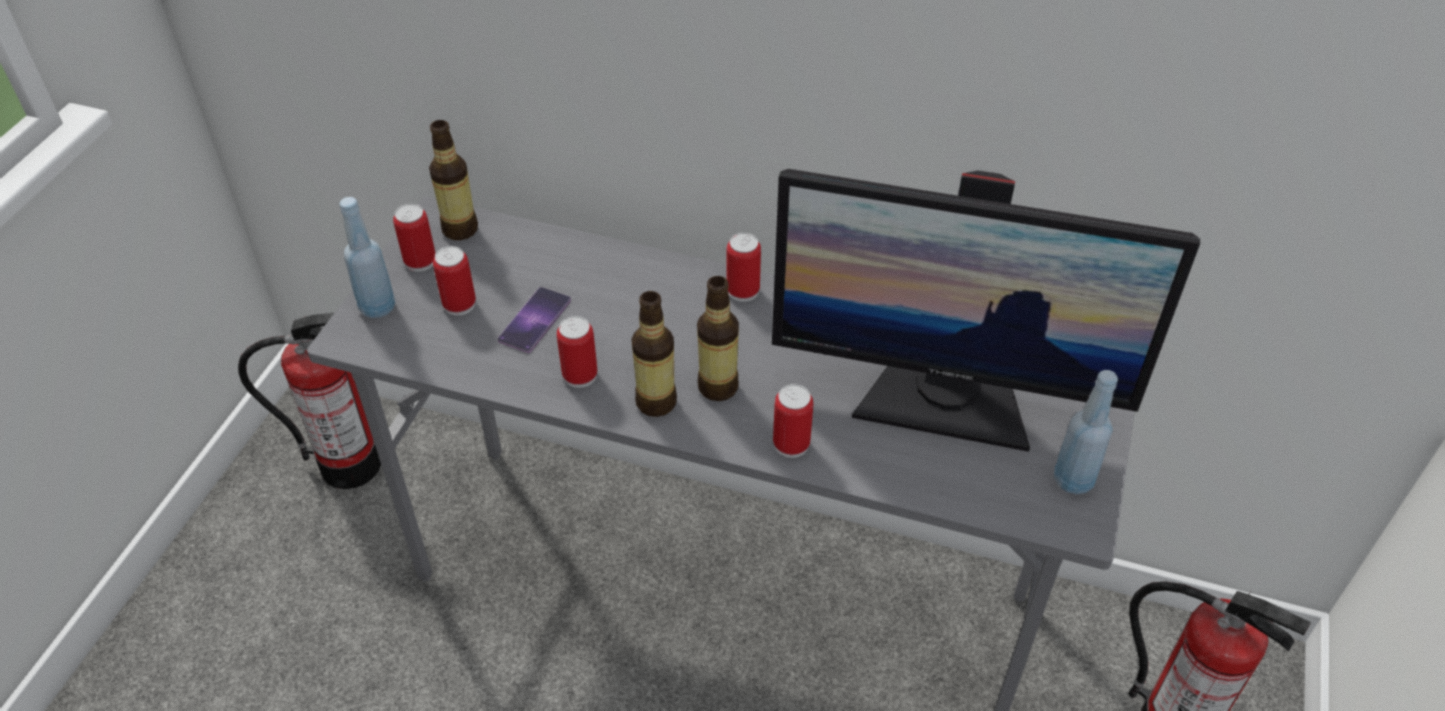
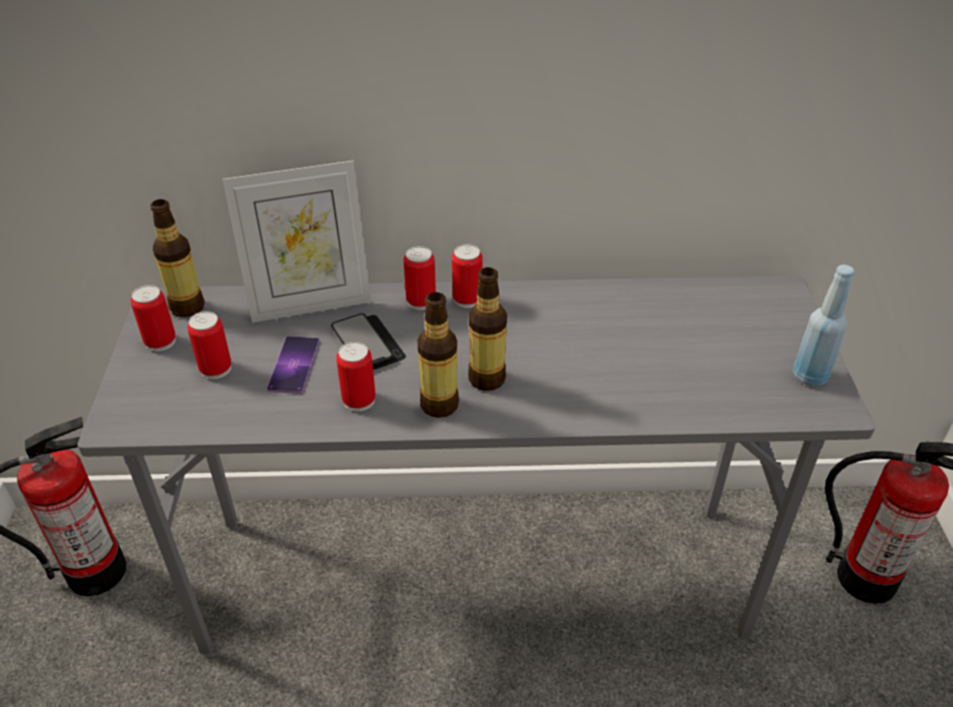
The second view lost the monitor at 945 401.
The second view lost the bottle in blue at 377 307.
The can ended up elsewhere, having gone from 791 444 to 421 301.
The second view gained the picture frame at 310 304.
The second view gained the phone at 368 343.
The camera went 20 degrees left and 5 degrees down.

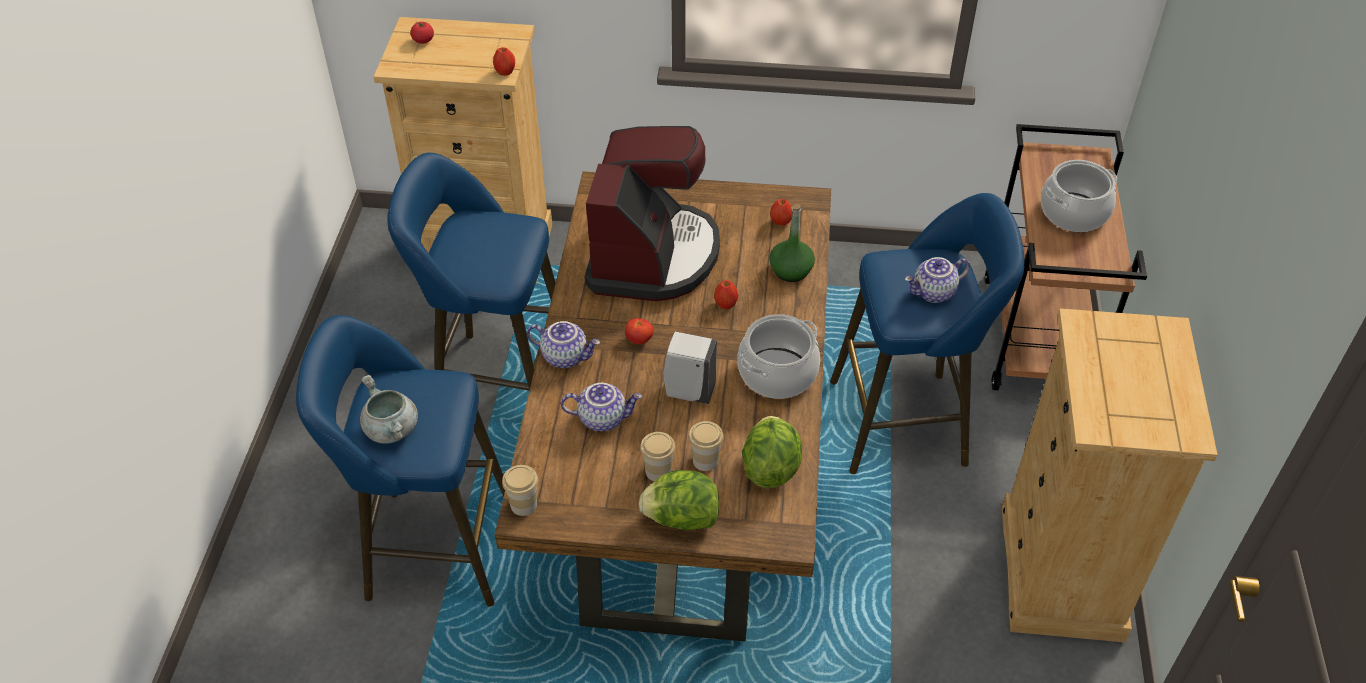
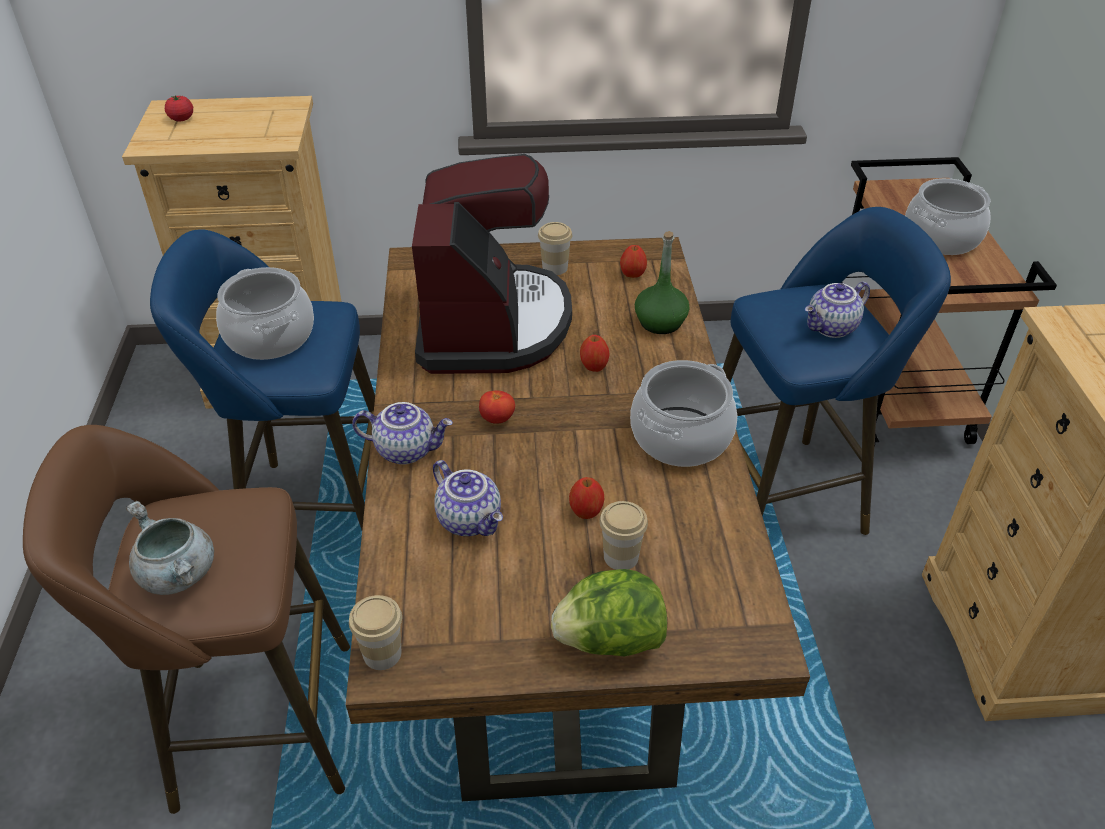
The apple ended up elsewhere, having gone from 505 72 to 586 511.
What was the stool in blue at 430 547 turned into the stool in brown at 251 725.
The second view lost the soap dispenser in white at 688 391.
The teapot at 603 418 ended up facing another way, 60 degrees clockwise from before.
The second view lost the lettuce at 770 467.
The cup ended up elsewhere, having gone from 658 471 to 555 268.
The second view gained the cooking pot at 271 336.
The camera went 10 degrees left and 5 degrees down.

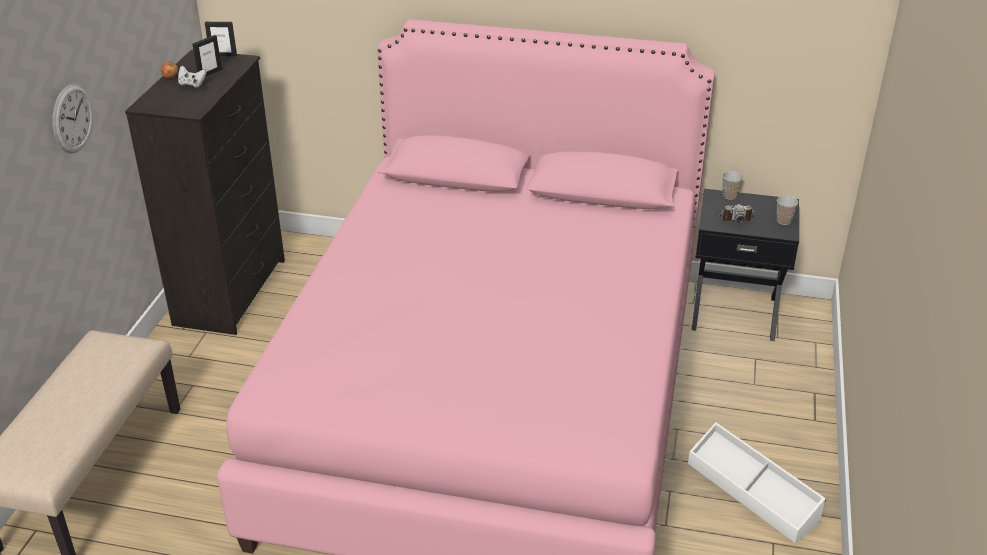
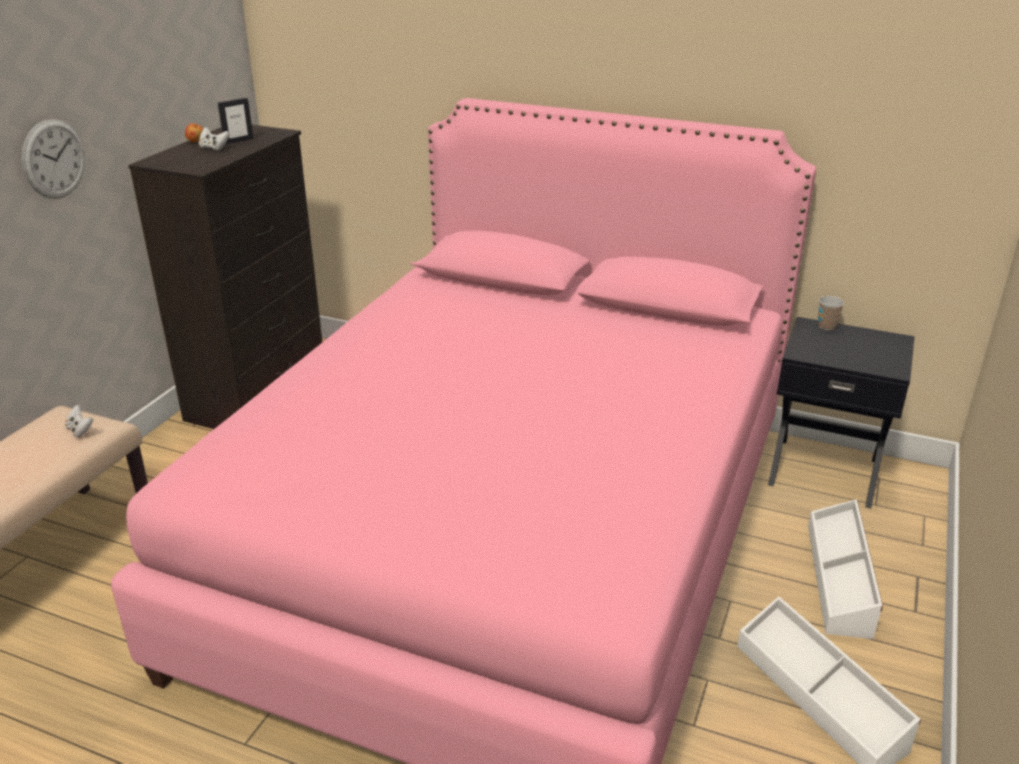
The second view lost the picture frame at 223 55.
The second view lost the cup at 783 221.
The second view lost the photo camera at 734 217.
The second view gained the game controller in white at 80 430.
The second view gained the storage box in white at 840 578.
The camera went 10 degrees right and 5 degrees down.

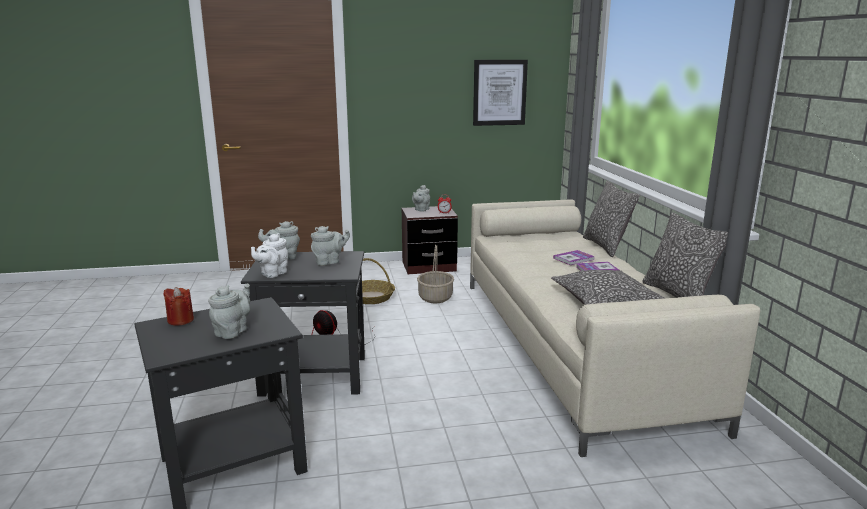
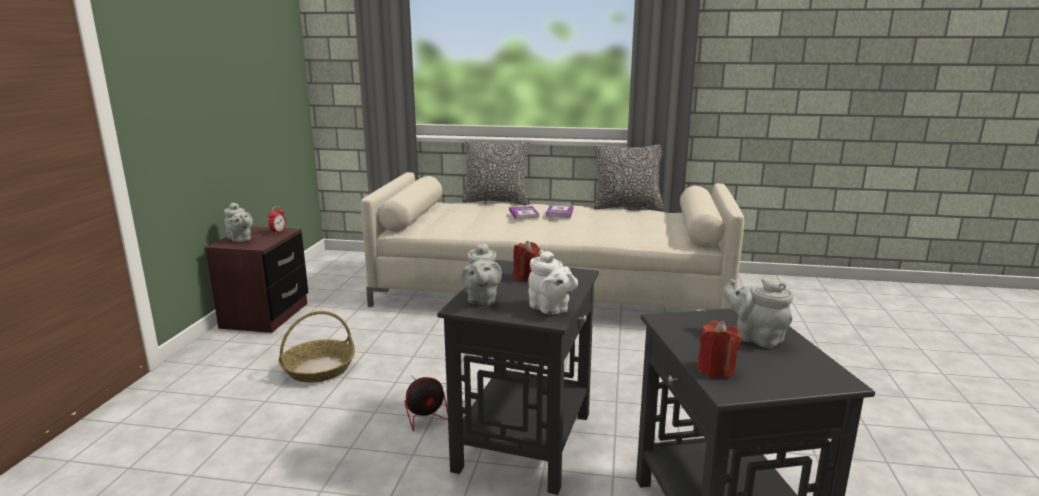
The second view lost the picture at 499 92.
Where the teapot in grey stood at 329 262, the candle in red came to stand at 526 277.
The second view lost the basket at 435 297.
The second view lost the pillow at 605 301.
The camera went 70 degrees left and 0 degrees up.

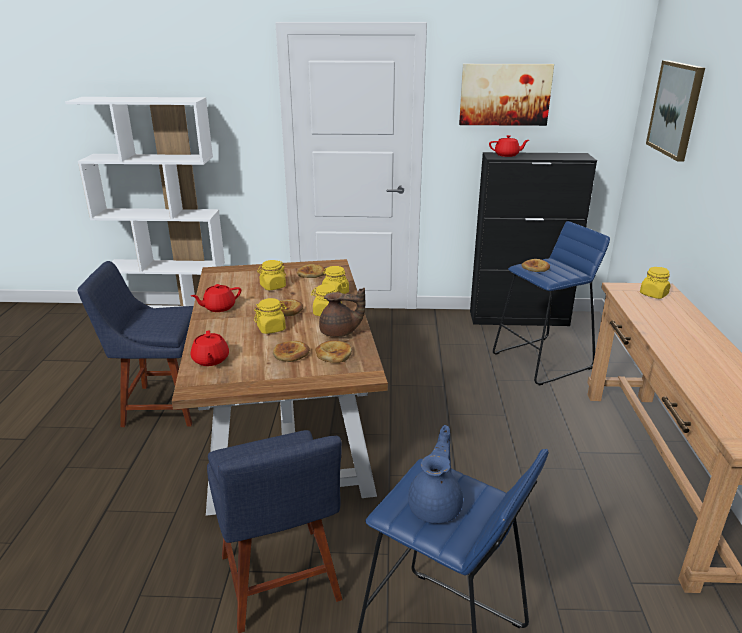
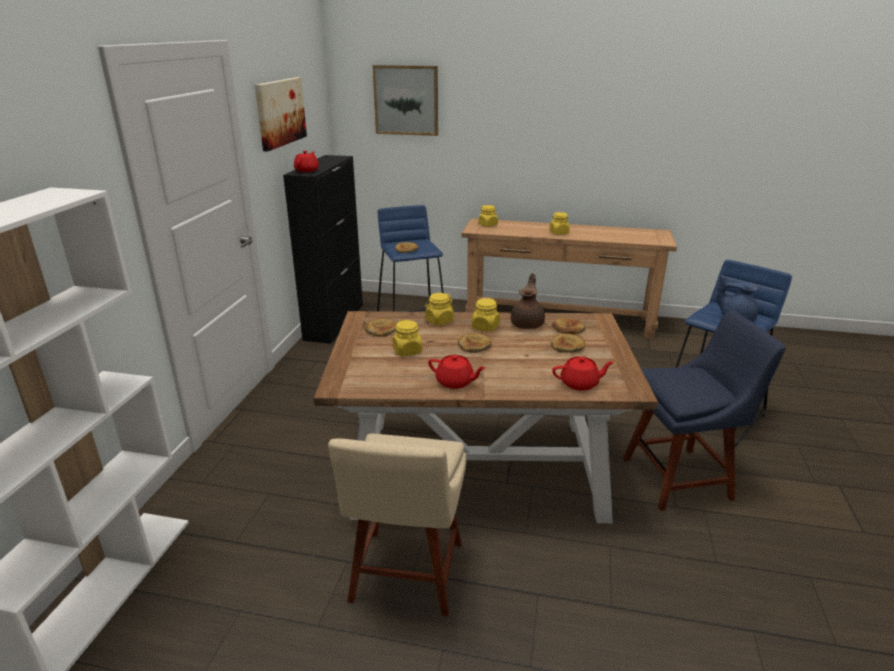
What was the chair in blue at 161 405 turned into the chair in beige at 406 576.
The teapot in red at 218 307 ended up facing another way, 45 degrees counterclockwise from before.
The jar in yellow ended up elsewhere, having gone from 271 328 to 558 232.
The camera went 80 degrees left and 0 degrees up.

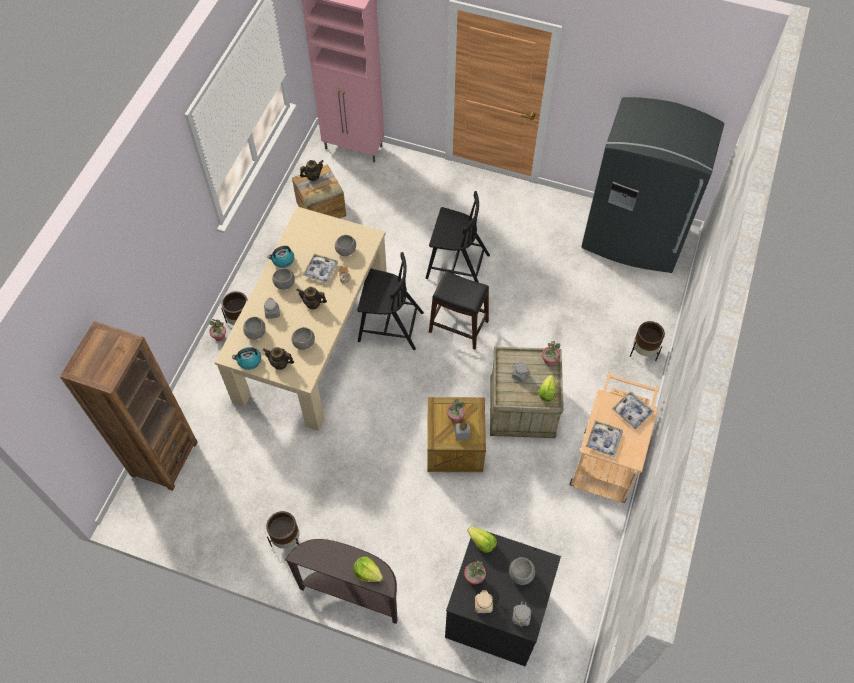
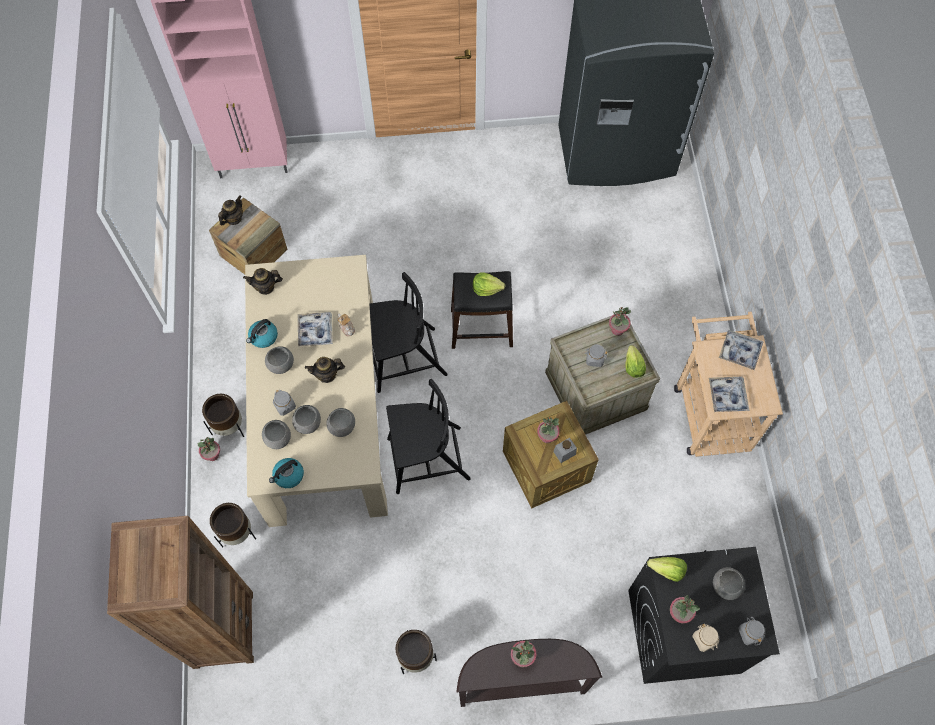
The chair in black ended up elsewhere, having gone from 456 266 to 426 459.
The bowl in grey ended up elsewhere, having gone from 346 251 to 308 424.
The planter in brown ended up elsewhere, having gone from 643 352 to 237 533.
The teapot ended up elsewhere, having gone from 280 363 to 266 287.
The lettuce ended up elsewhere, having gone from 367 572 to 486 288.
The second view gained the potted plant at 522 657.
The camera went 25 degrees left and 5 degrees up.

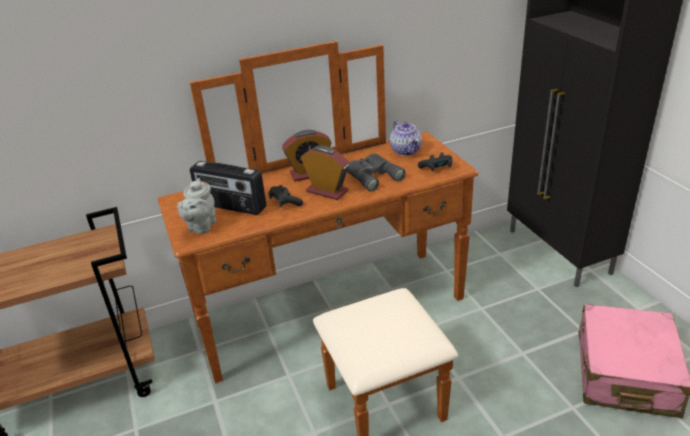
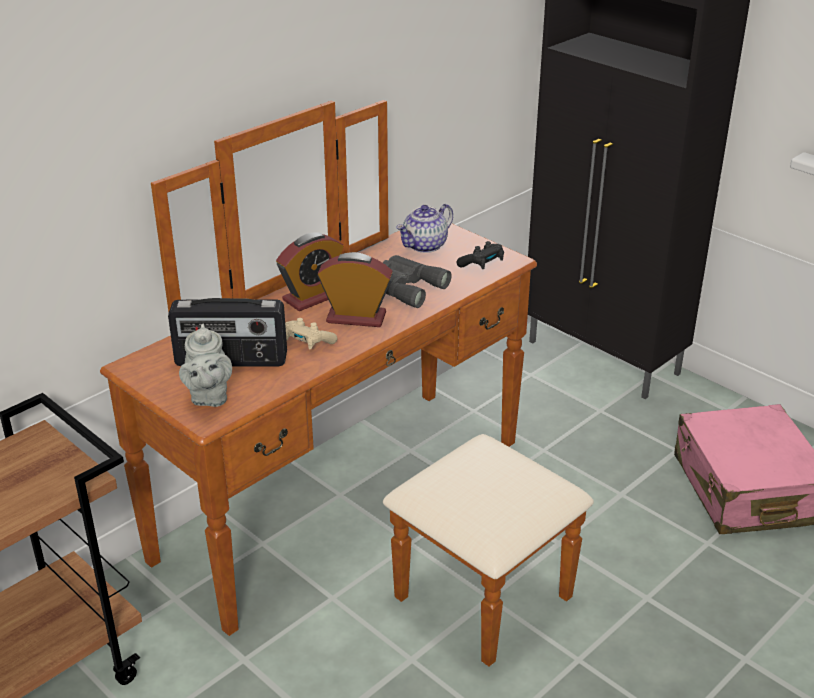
The teapot at 406 151 ended up facing another way, 90 degrees clockwise from before.
What was the game controller in black at 285 202 turned into the game controller in beige at 307 342.
The camera went 25 degrees left and 0 degrees up.

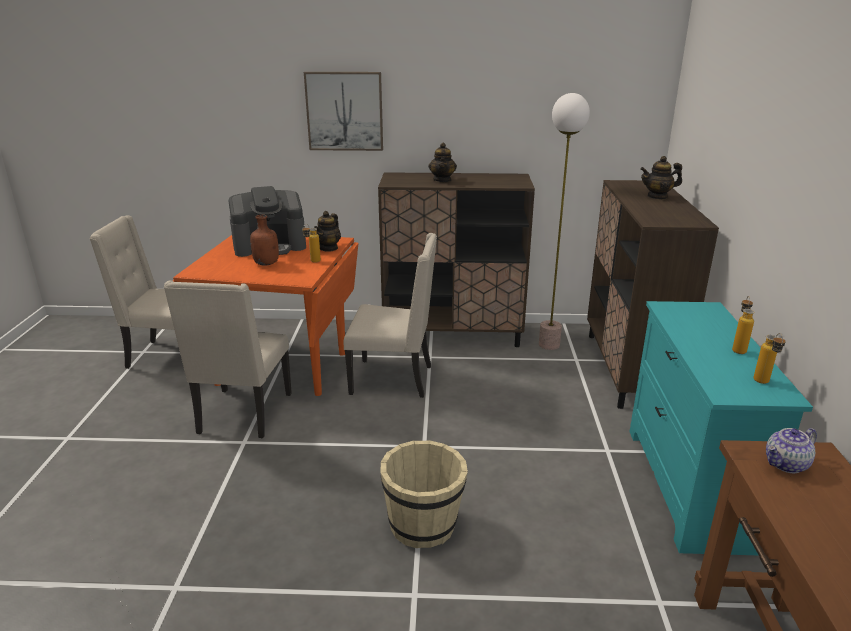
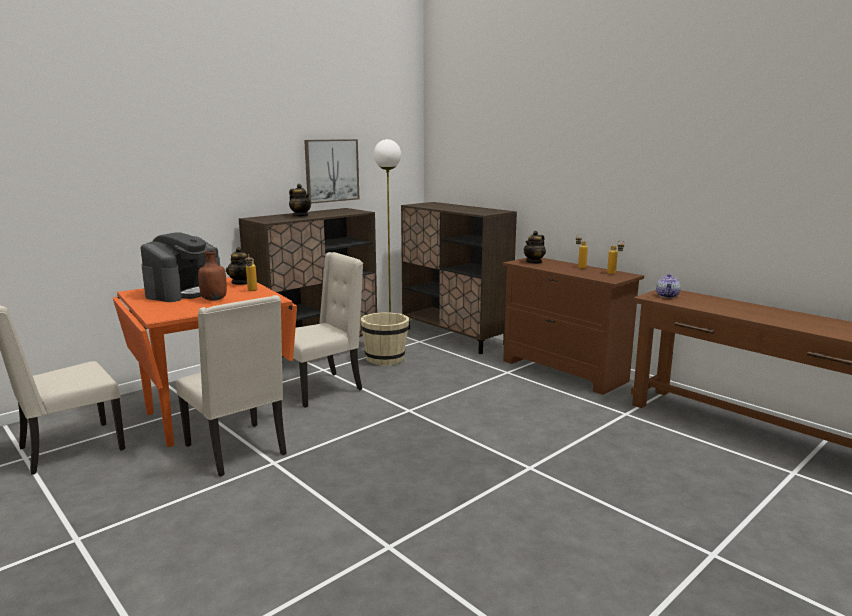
The picture ended up elsewhere, having gone from 344 111 to 331 170.
The teapot ended up elsewhere, having gone from 657 196 to 534 262.
What was the dresser in turquoise at 686 486 turned into the dresser in brown at 564 371.
The bucket in beige ended up elsewhere, having gone from 423 525 to 385 359.
The camera went 45 degrees left and 10 degrees down.

